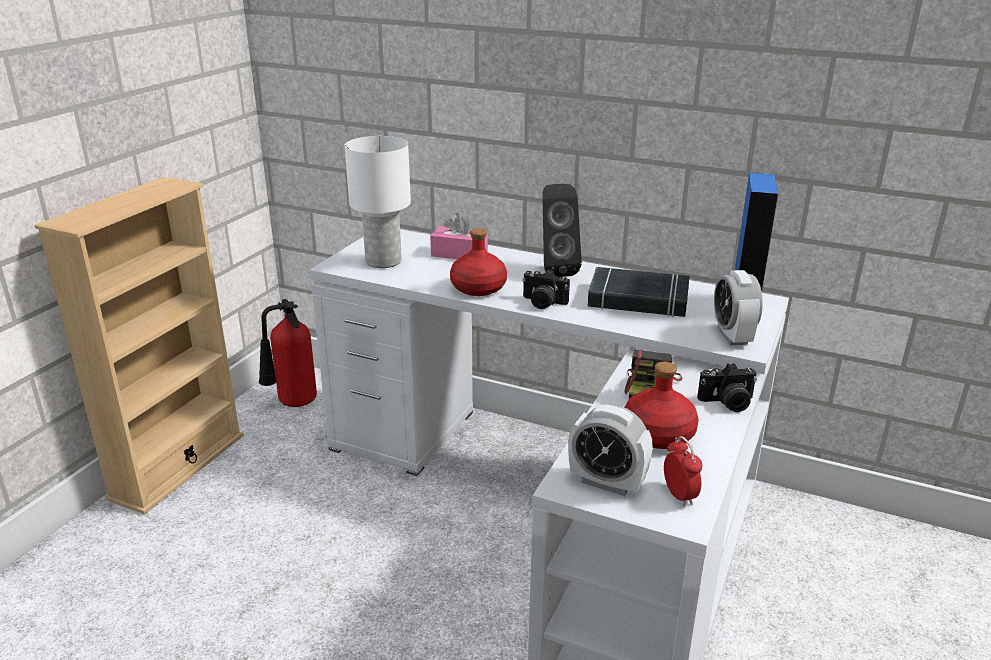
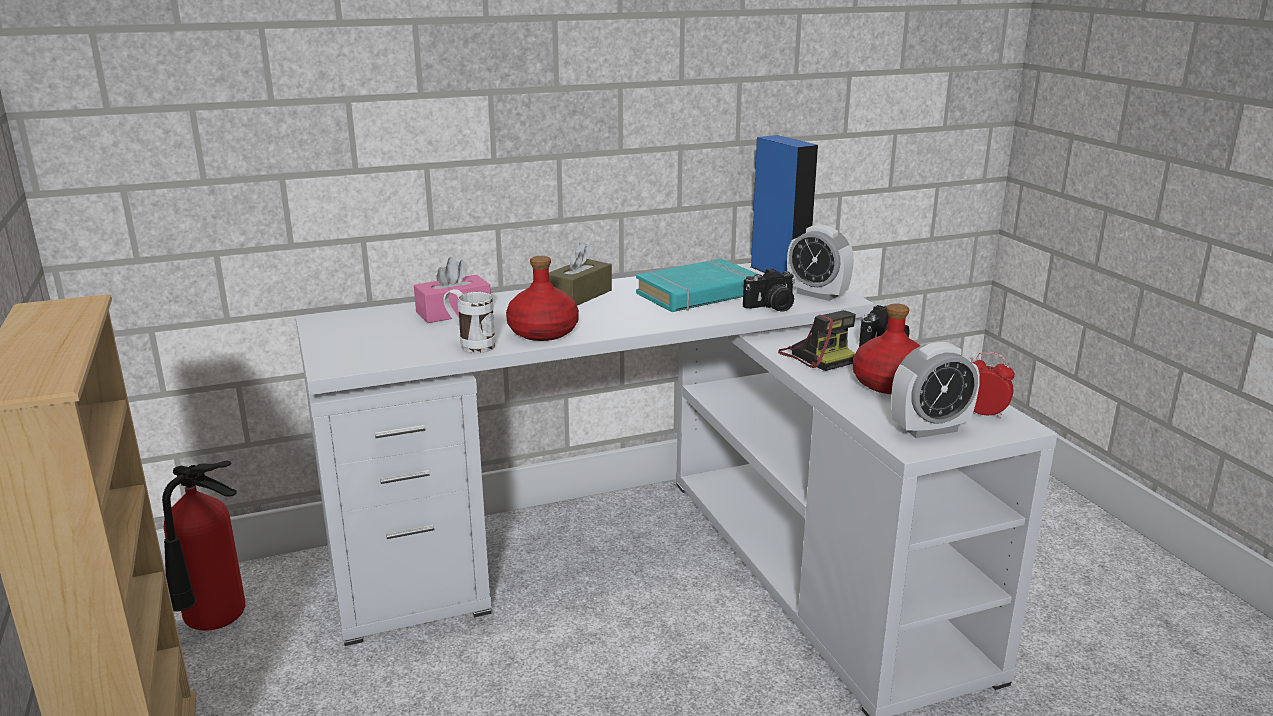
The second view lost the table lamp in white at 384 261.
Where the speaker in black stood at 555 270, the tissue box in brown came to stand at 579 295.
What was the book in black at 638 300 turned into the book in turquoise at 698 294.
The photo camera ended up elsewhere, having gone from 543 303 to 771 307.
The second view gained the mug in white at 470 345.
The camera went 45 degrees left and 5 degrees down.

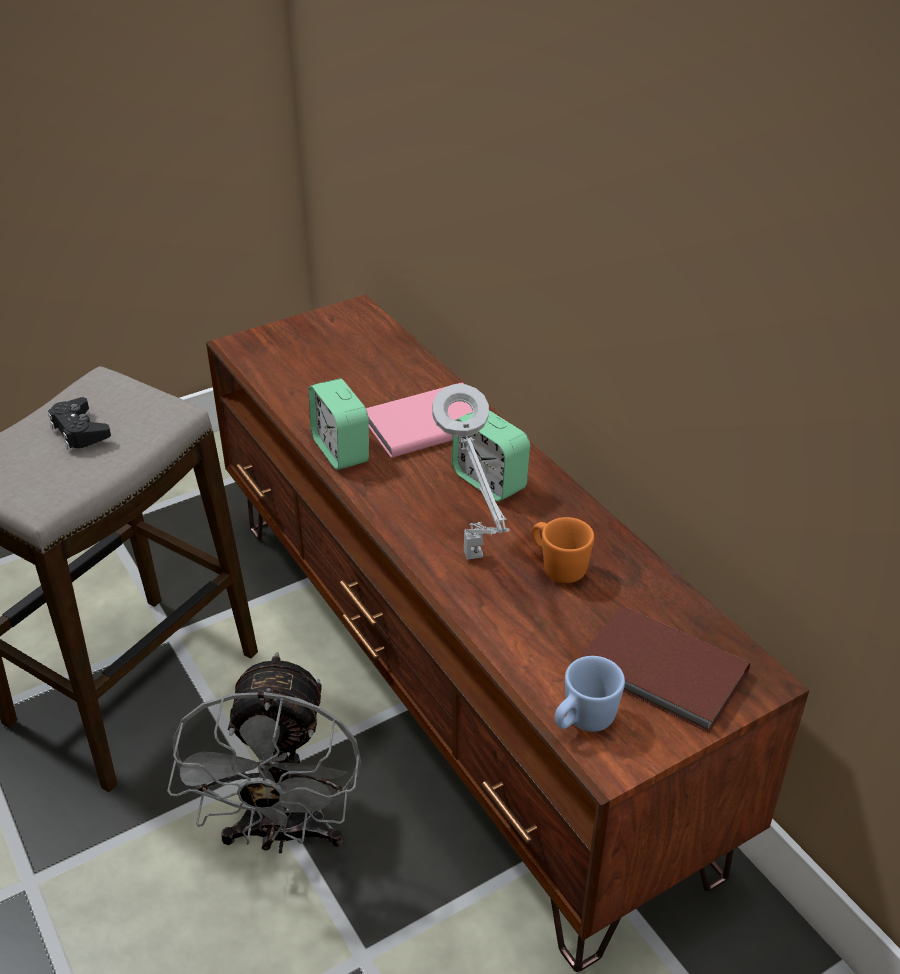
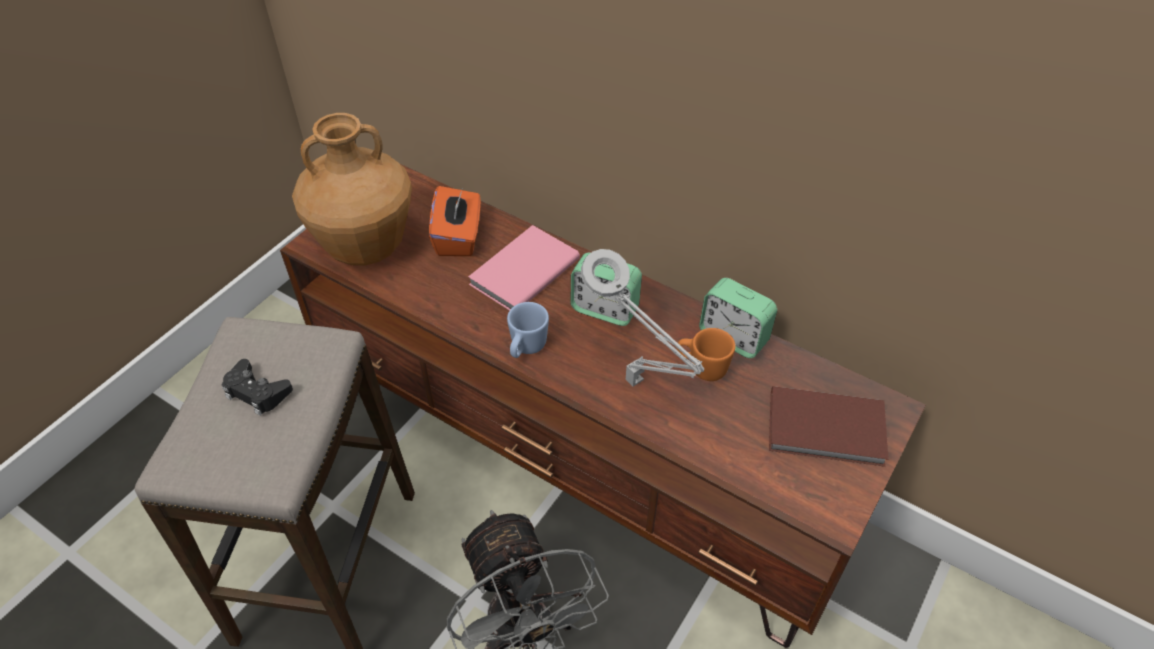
The alarm clock ended up elsewhere, having gone from 340 451 to 733 337.
The mug in blue ended up elsewhere, having gone from 583 721 to 526 348.
The second view gained the vase in brown at 367 248.
The second view gained the tissue box in orange at 458 237.
The camera went 25 degrees left and 10 degrees up.

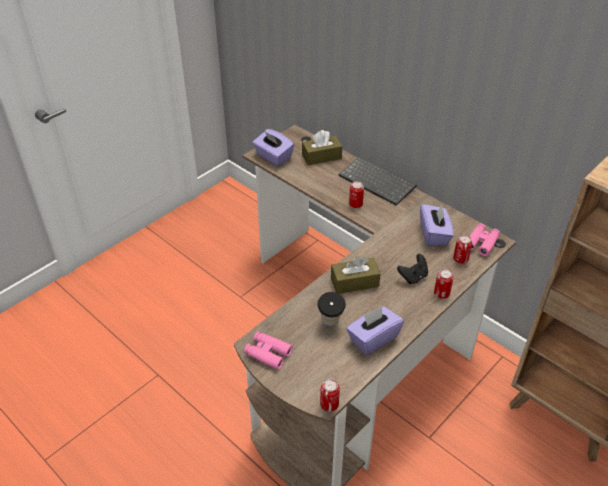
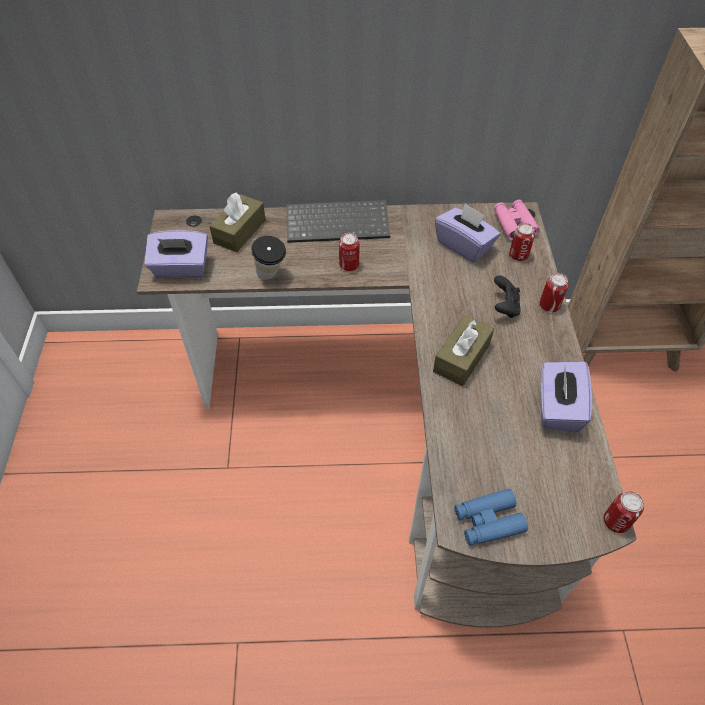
The cup ended up elsewhere, having gone from 330 324 to 271 276.
What was the binoculars in pink at 268 353 turned into the binoculars in blue at 488 521.
The camera went 45 degrees left and 10 degrees up.

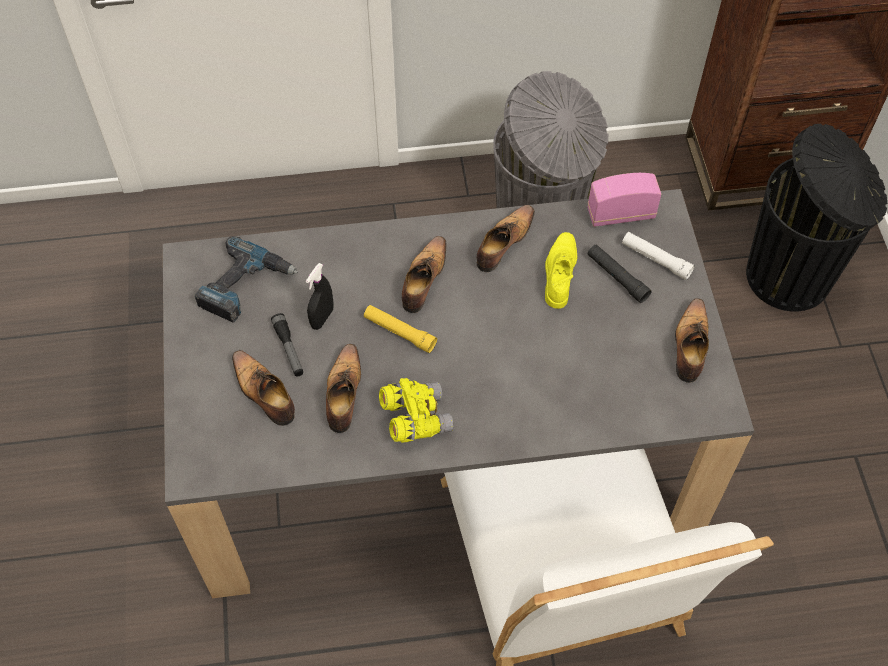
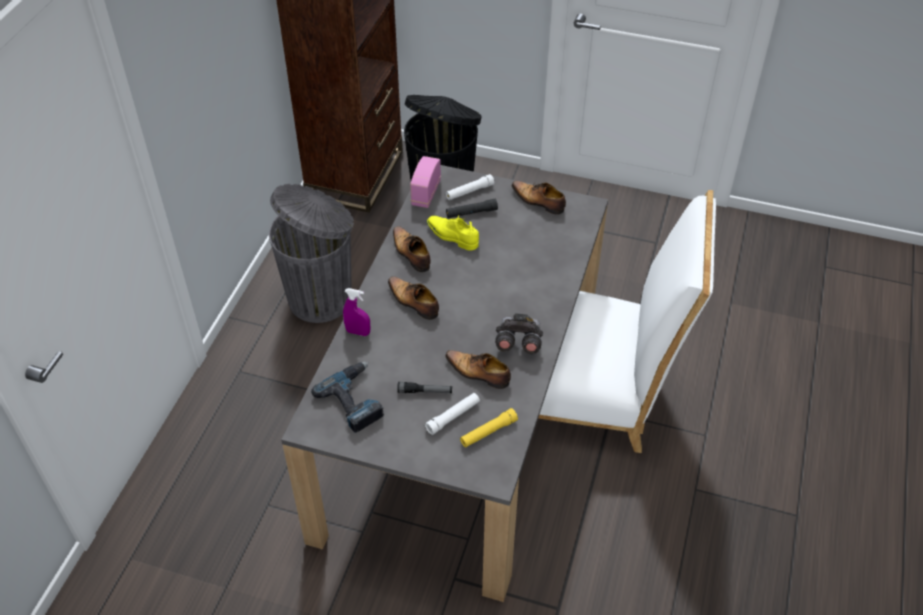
The second view lost the spray bottle in black at 322 318.
The flashlight in yellow ended up elsewhere, having gone from 399 332 to 488 432.
Where the shoe stood at 264 393, the flashlight in white came to stand at 453 417.
What was the binoculars in yellow at 415 418 turned into the binoculars in grey at 518 343.
The second view gained the spray bottle in purple at 358 332.
The camera went 65 degrees left and 10 degrees down.

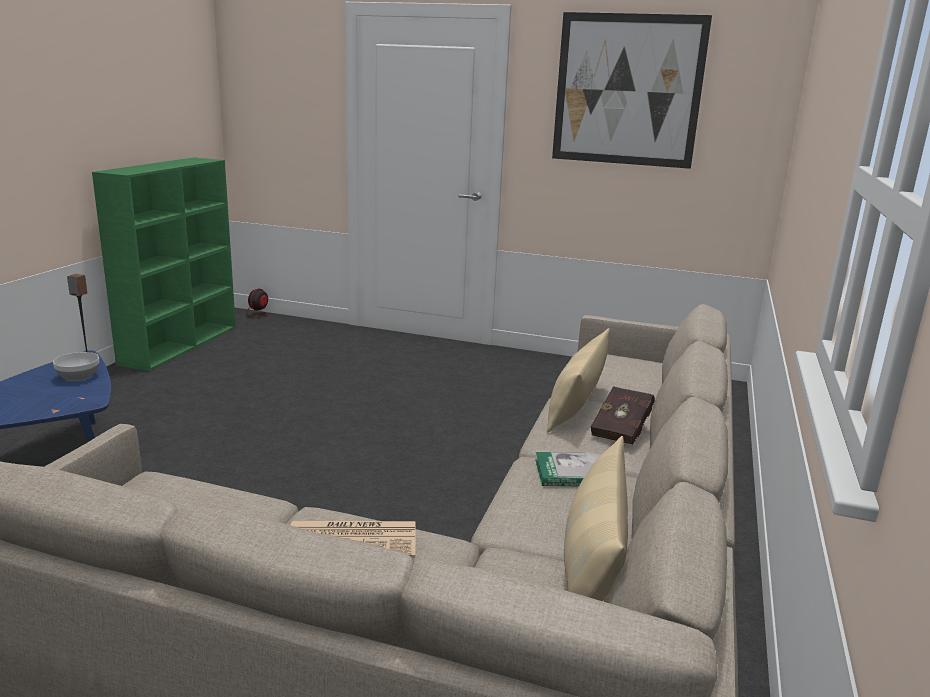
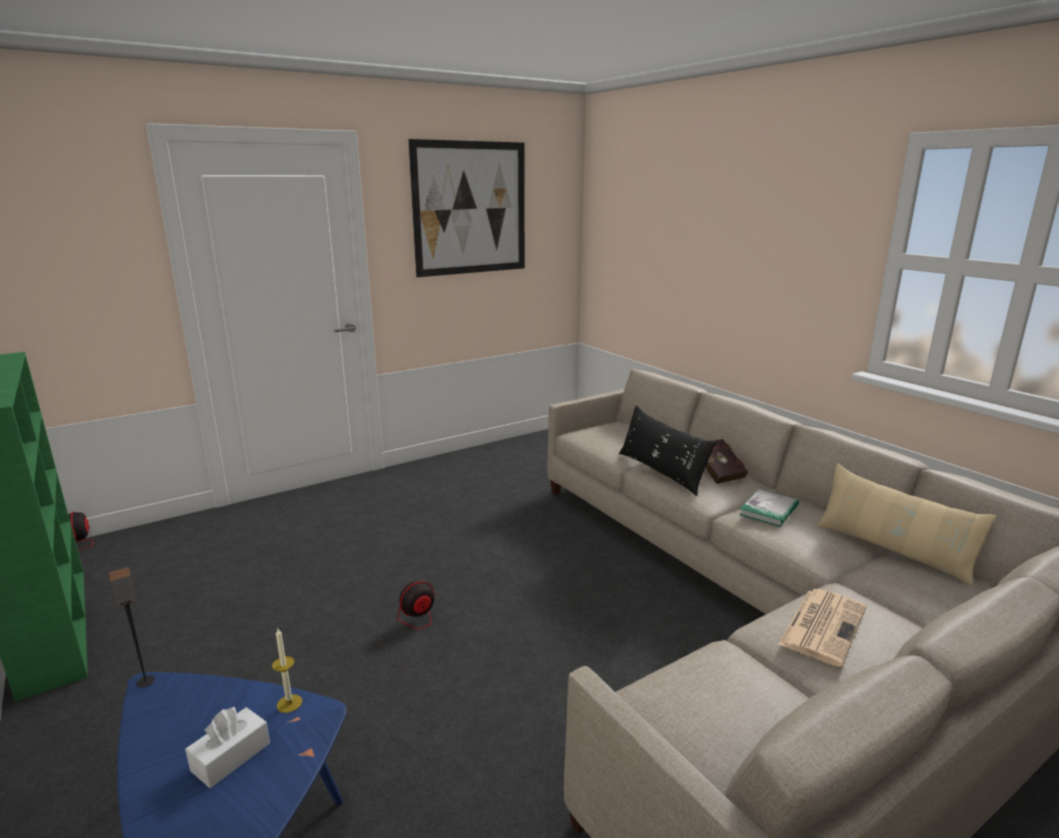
What was the pillow in beige at 575 406 turned into the pillow in black at 661 472.
The second view lost the bowl at 79 377.
The second view gained the fan at 413 633.
The second view gained the candle at 289 703.
The second view gained the tissue box in white at 231 757.
The camera went 50 degrees left and 0 degrees up.

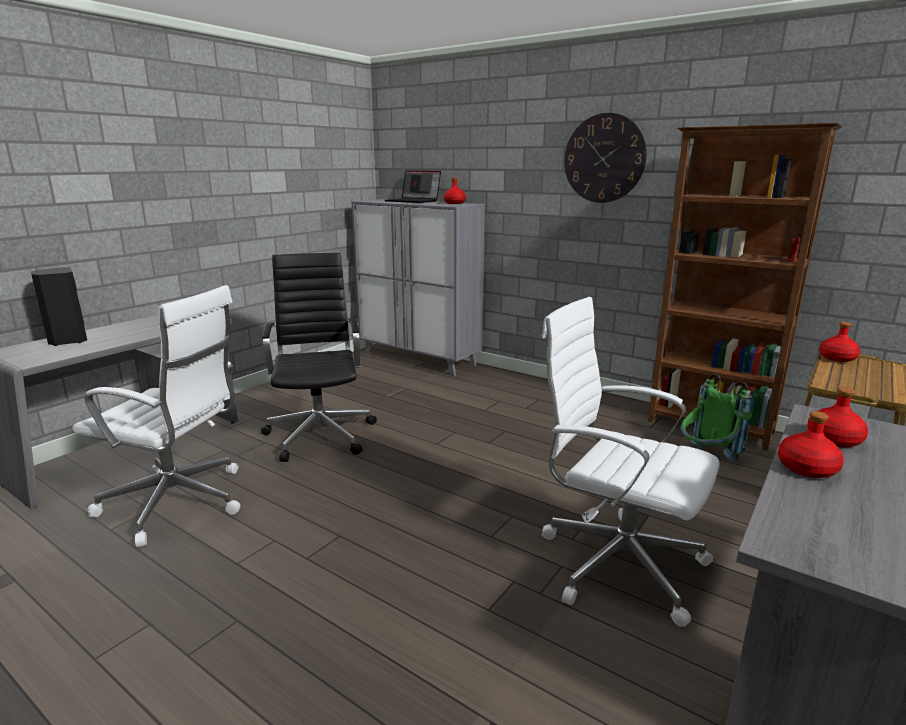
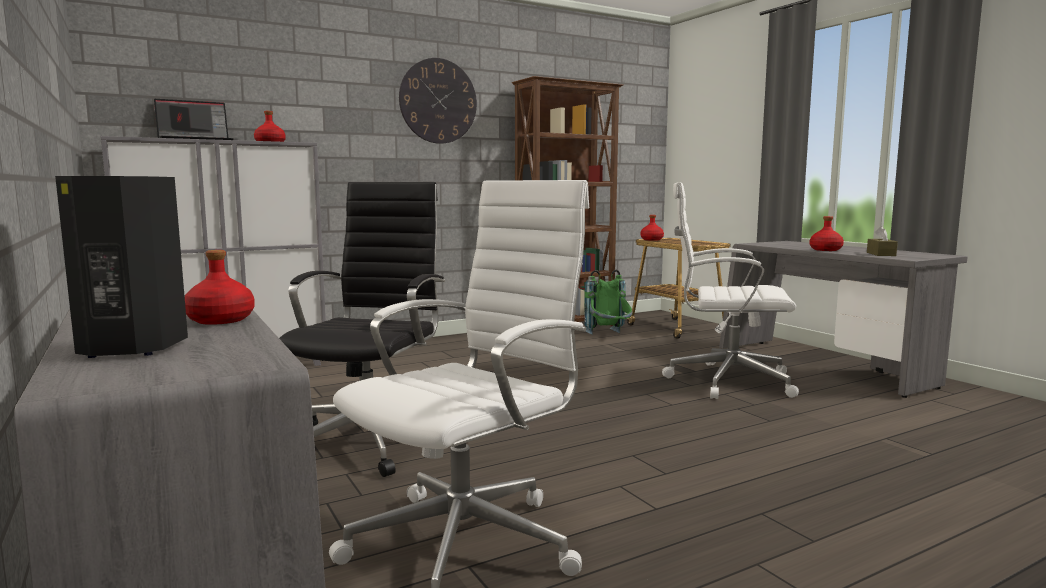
The office chair in black at 320 433 ended up facing another way, 90 degrees clockwise from before.
The office chair in white at 616 562 ended up facing another way, 45 degrees clockwise from before.
The bottle in red ended up elsewhere, having gone from 833 439 to 220 320.
The second view gained the tissue box in brown at 881 254.
The camera went 65 degrees left and 10 degrees down.

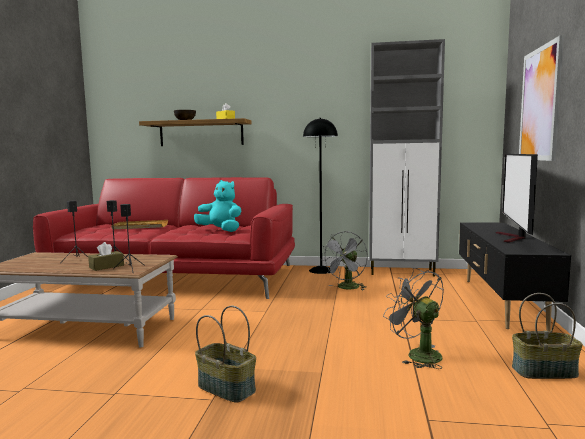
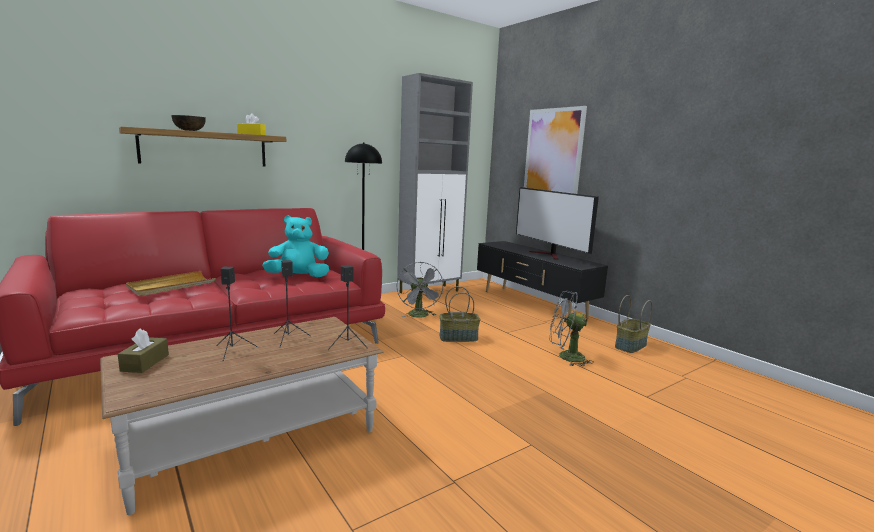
The tissue box in brown ended up elsewhere, having gone from 106 266 to 145 363.
The basket ended up elsewhere, having gone from 227 388 to 458 337.
The camera went 45 degrees left and 5 degrees up.

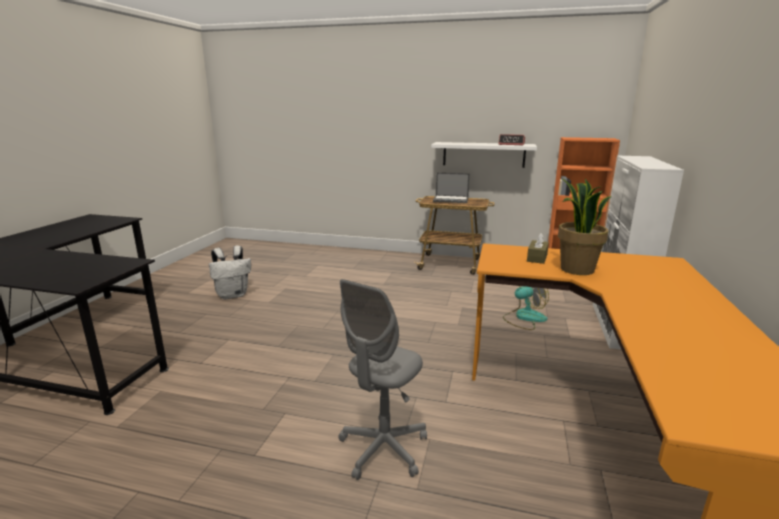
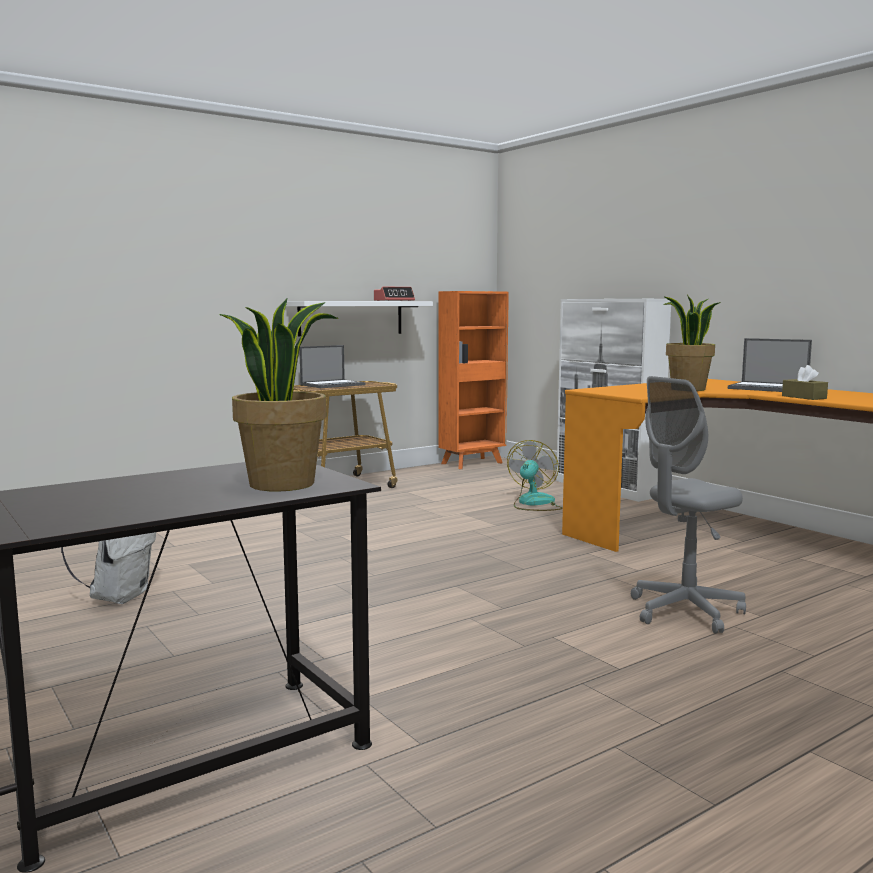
The tissue box in brown ended up elsewhere, having gone from 537 258 to 804 397.
The office chair in grey at 383 449 ended up facing another way, 75 degrees clockwise from before.
The second view gained the potted plant at 282 484.
The second view gained the laptop at 769 388.
The camera went 50 degrees left and 10 degrees down.

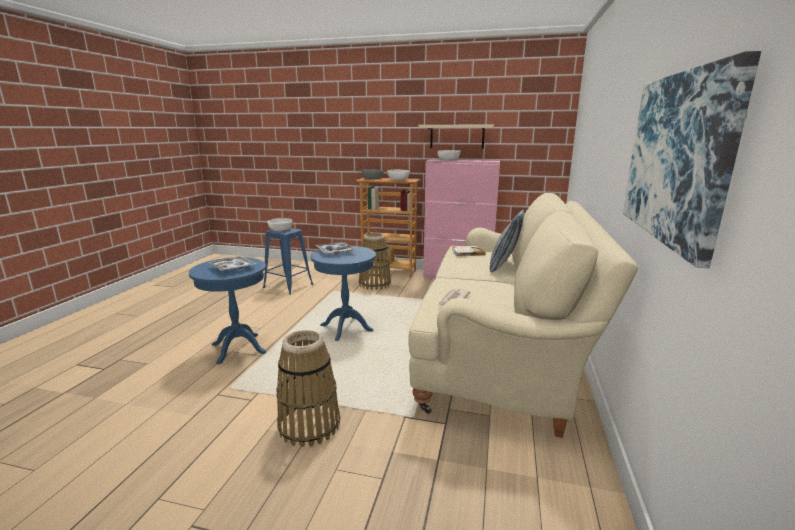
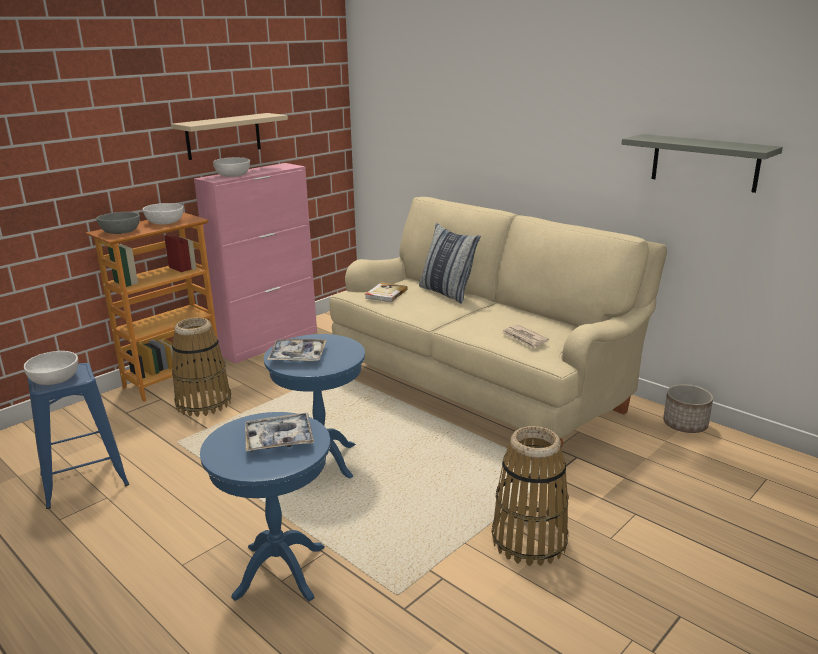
Where the picture hung at 676 158, the shelf in grey came to hang at 704 162.
The second view gained the planter at 685 425.
The camera went 60 degrees left and 5 degrees up.

